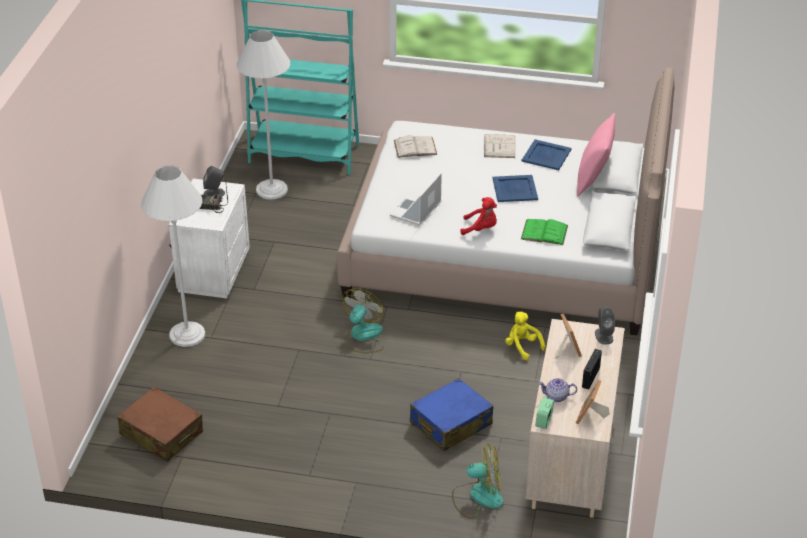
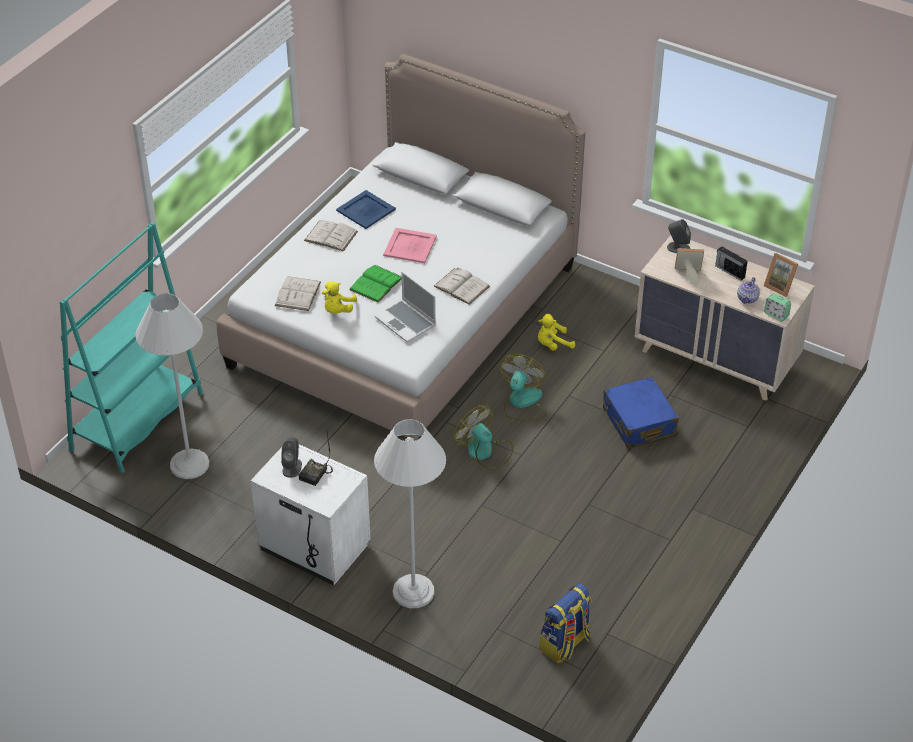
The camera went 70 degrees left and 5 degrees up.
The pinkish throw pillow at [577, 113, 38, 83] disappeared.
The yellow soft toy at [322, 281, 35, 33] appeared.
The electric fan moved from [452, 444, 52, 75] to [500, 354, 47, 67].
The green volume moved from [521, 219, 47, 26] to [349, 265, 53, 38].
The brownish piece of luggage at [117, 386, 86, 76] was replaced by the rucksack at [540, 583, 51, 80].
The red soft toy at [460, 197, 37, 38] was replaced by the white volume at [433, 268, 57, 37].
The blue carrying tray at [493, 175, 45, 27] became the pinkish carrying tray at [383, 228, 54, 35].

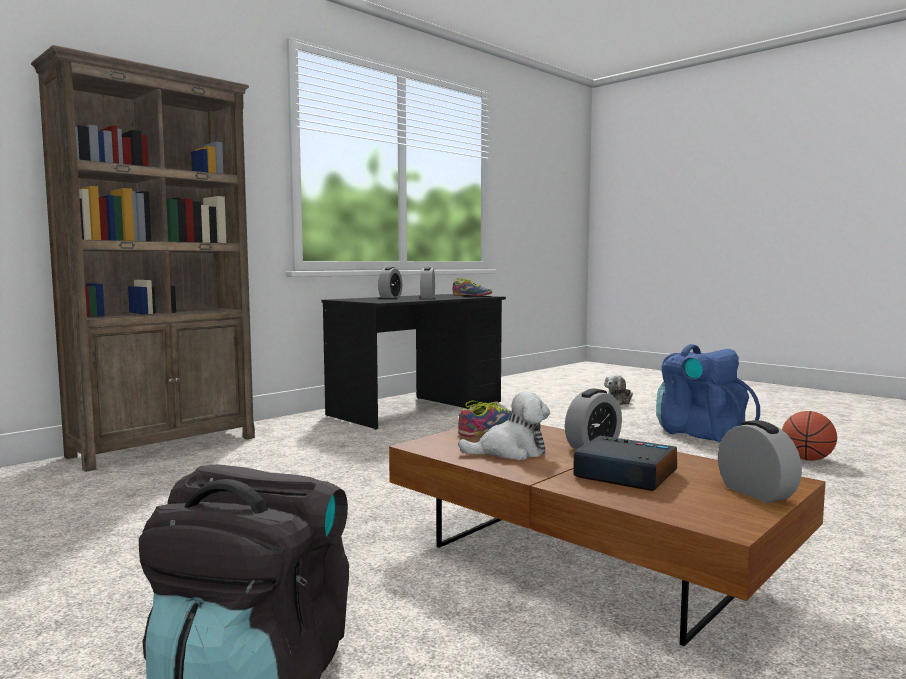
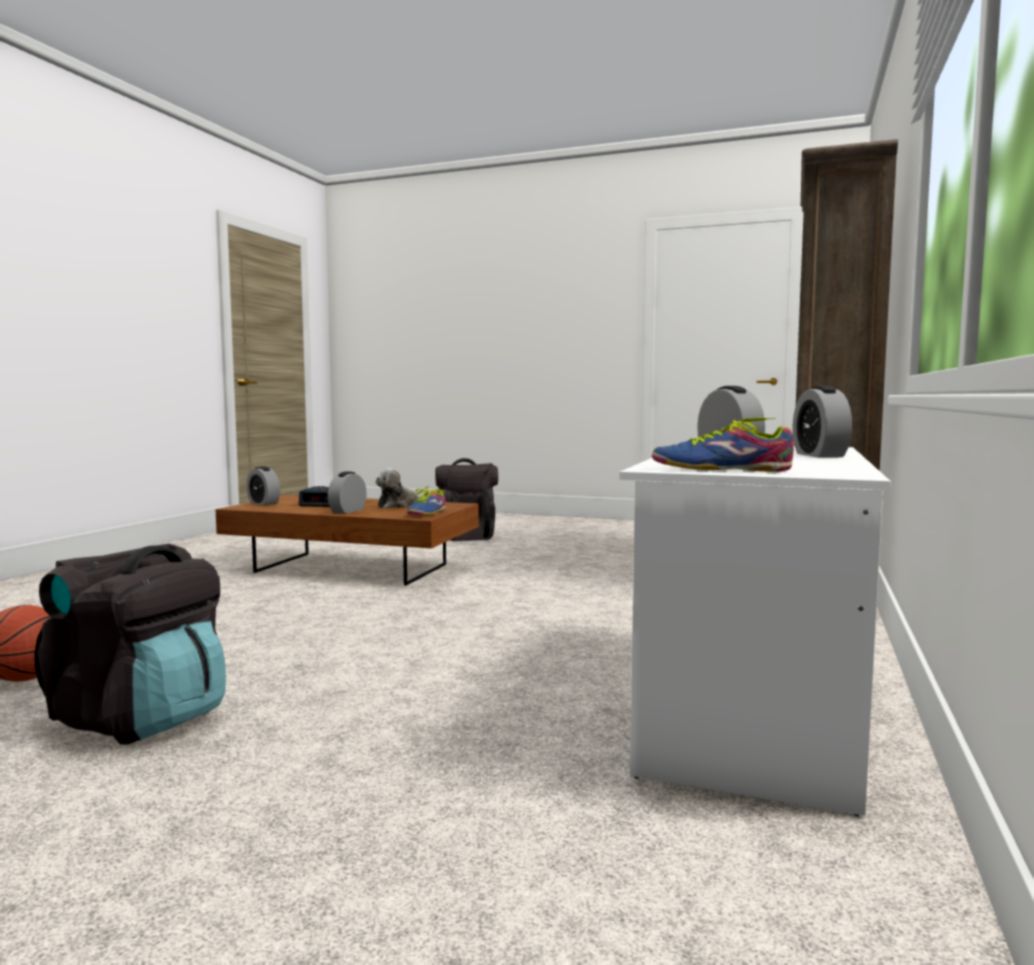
The camera went 155 degrees right and 0 degrees up.
The soft toy at [604, 374, 29, 31] disappeared.
The black desk at [321, 294, 185, 136] became the white desk at [619, 446, 272, 371].
The blue rucksack at [656, 344, 104, 98] became the black rucksack at [35, 544, 191, 201].

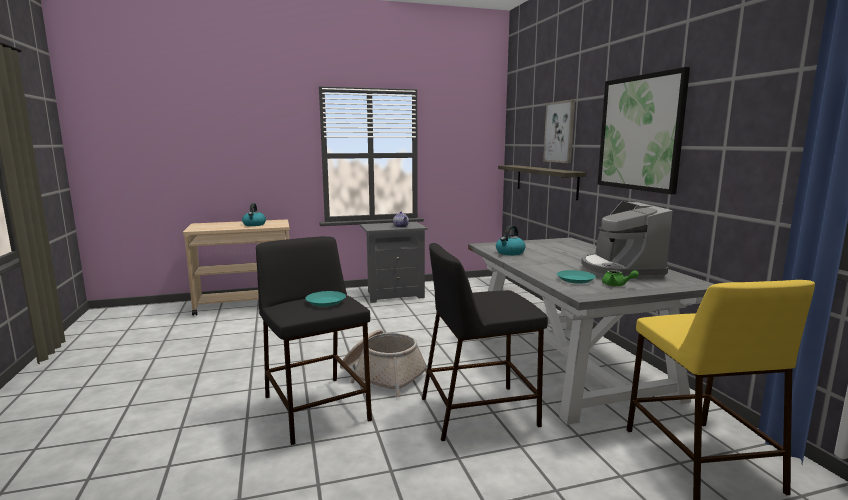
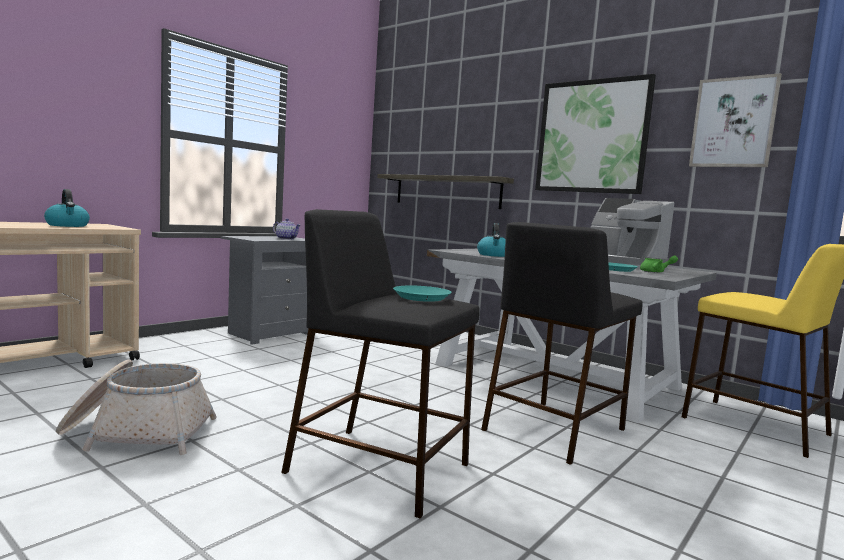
The camera went 35 degrees left and 5 degrees down.
The basket moved from [340, 330, 87, 67] to [56, 360, 161, 95].
The wall picture moved from [543, 100, 32, 63] to [689, 73, 93, 94].

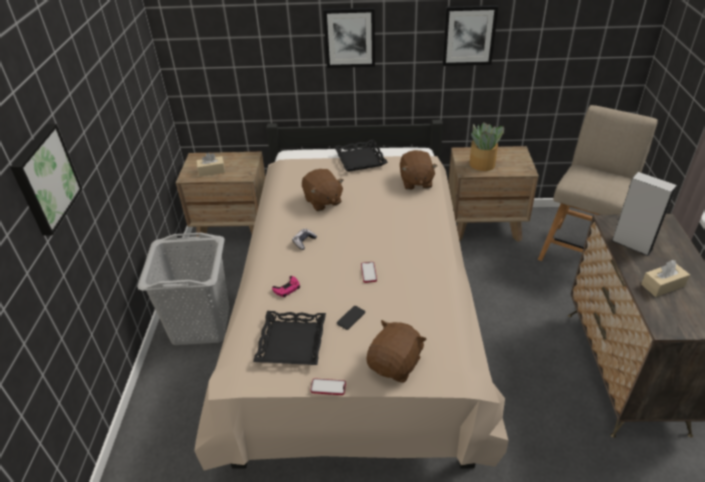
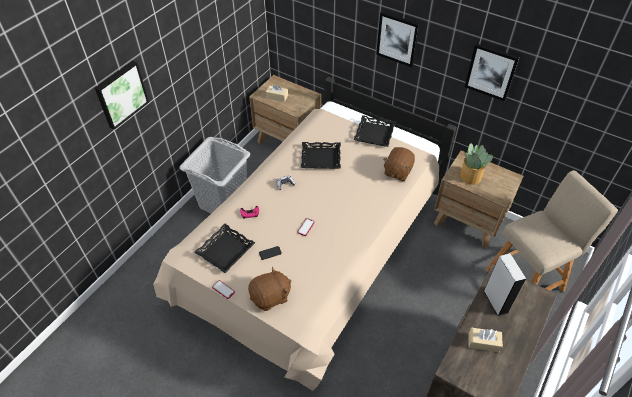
The camera went 30 degrees right and 10 degrees up.
The brownish soft toy at [302, 169, 42, 42] was replaced by the black carrying tray at [301, 142, 40, 27].

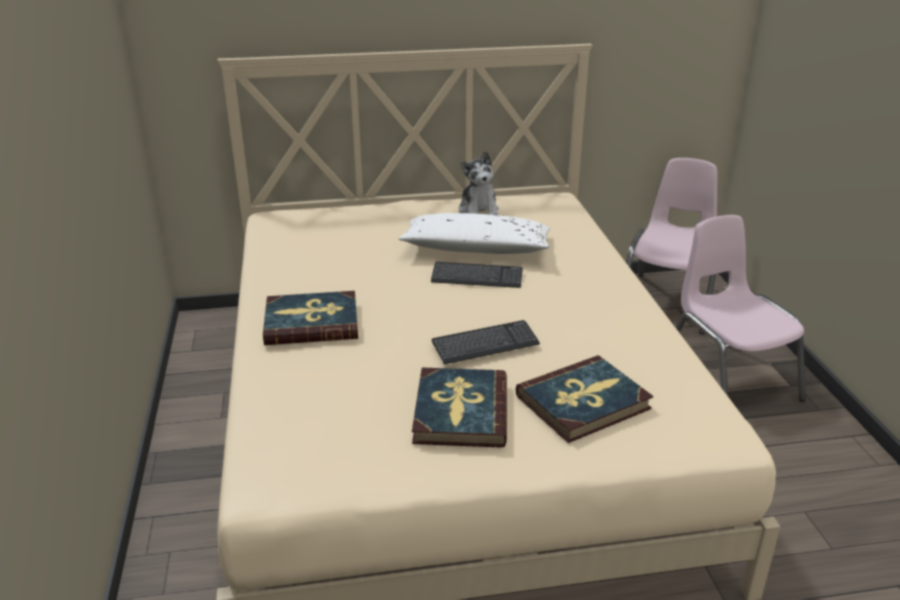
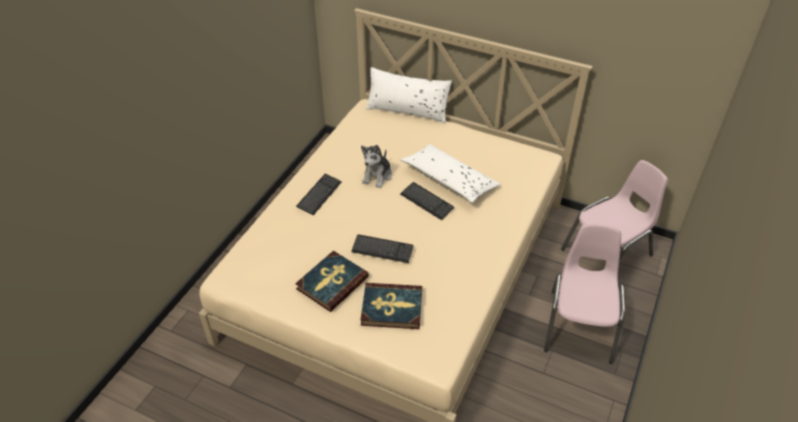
The camera went 35 degrees right and 15 degrees up.
The white throw pillow at [366, 67, 86, 57] appeared.
The soft toy moved from [459, 151, 40, 64] to [361, 145, 31, 43].
The volume at [263, 291, 95, 54] was replaced by the keyboard at [296, 174, 45, 41].

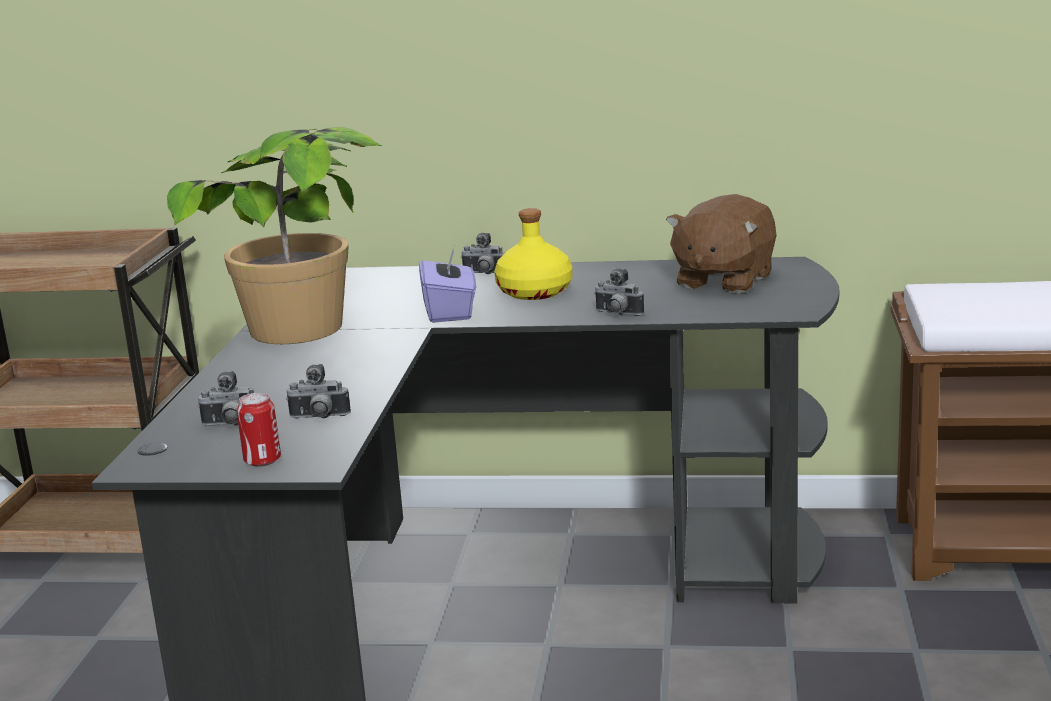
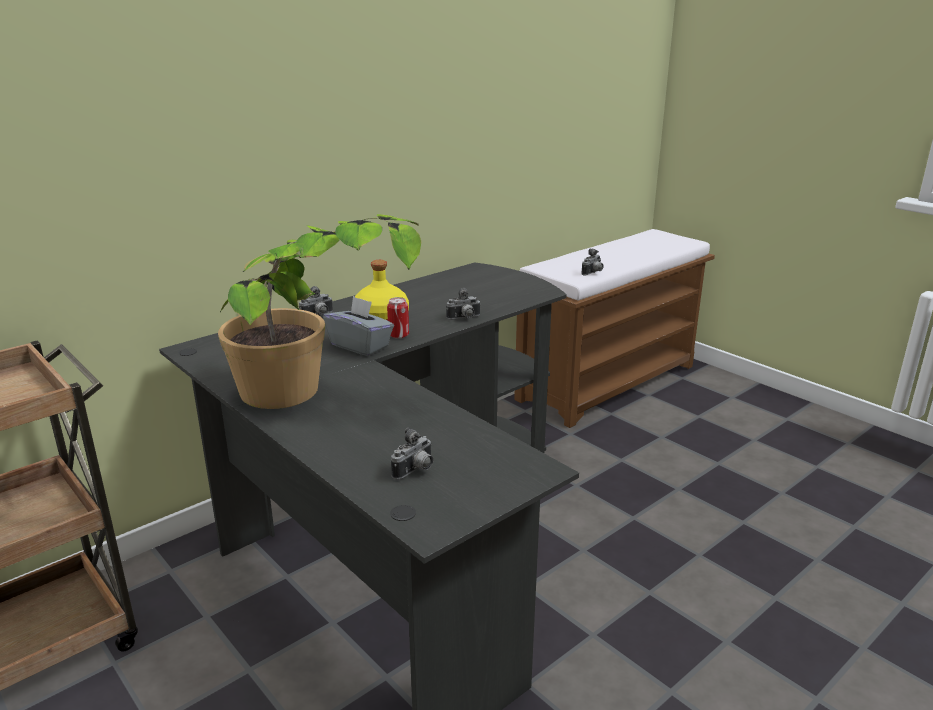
The camera went 50 degrees left and 5 degrees up.
The brownish soft toy at [666, 194, 111, 100] disappeared.
The sealed can moved from [237, 393, 44, 74] to [387, 297, 22, 42].
The photo camera moved from [286, 364, 65, 55] to [581, 248, 23, 27].
The purplish box of tissues at [419, 244, 57, 79] became the greyish box of tissues at [323, 296, 71, 60].

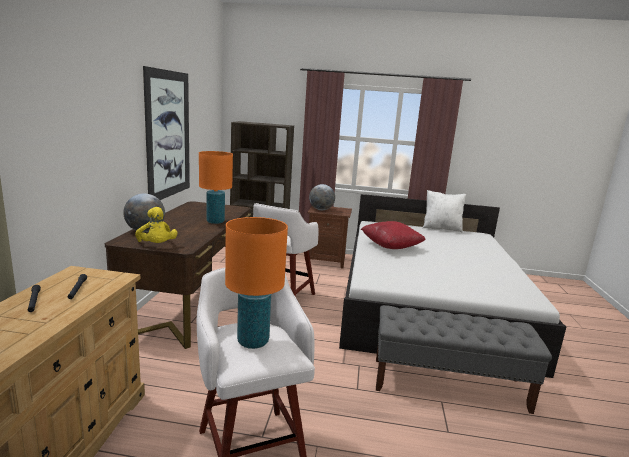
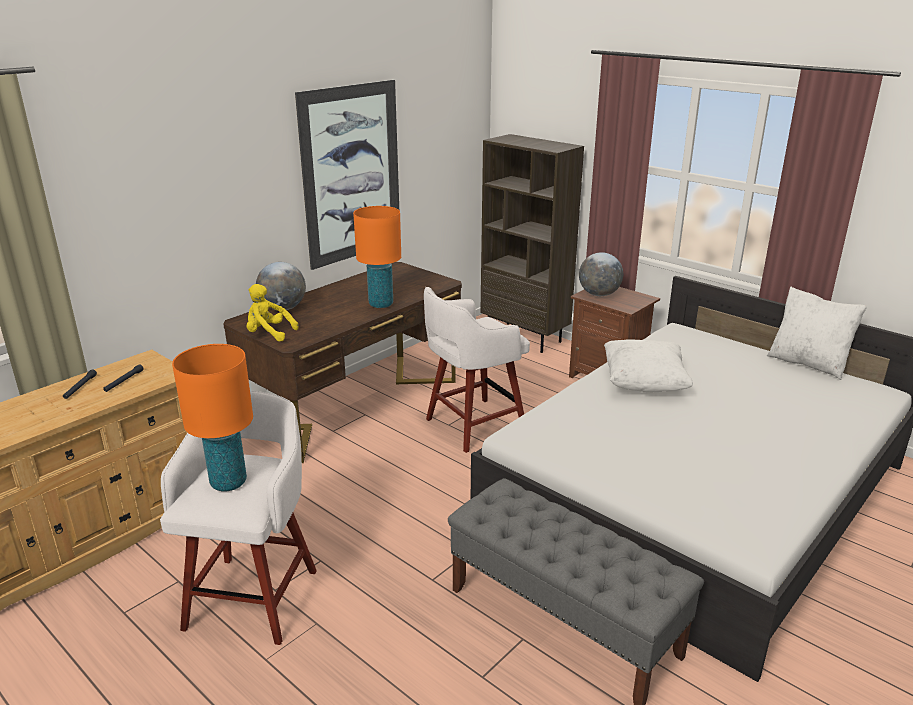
The camera went 35 degrees right and 10 degrees up.
The red throw pillow at [361, 221, 65, 28] became the white throw pillow at [604, 340, 89, 52].
The yellow soft toy at [135, 207, 43, 36] turned 105 degrees clockwise.

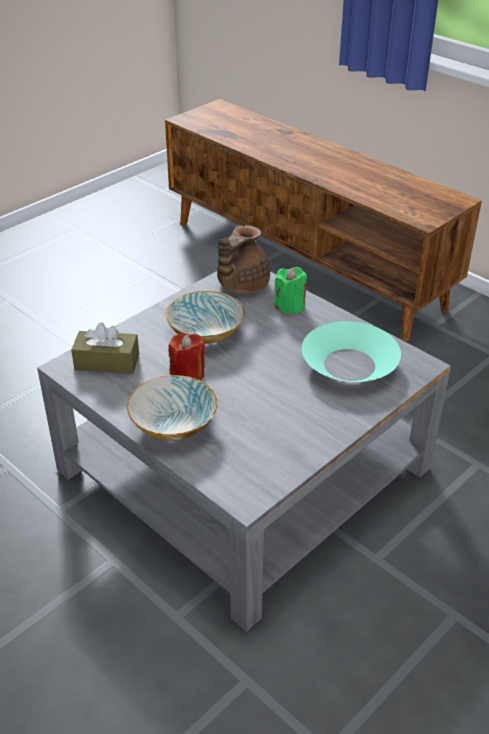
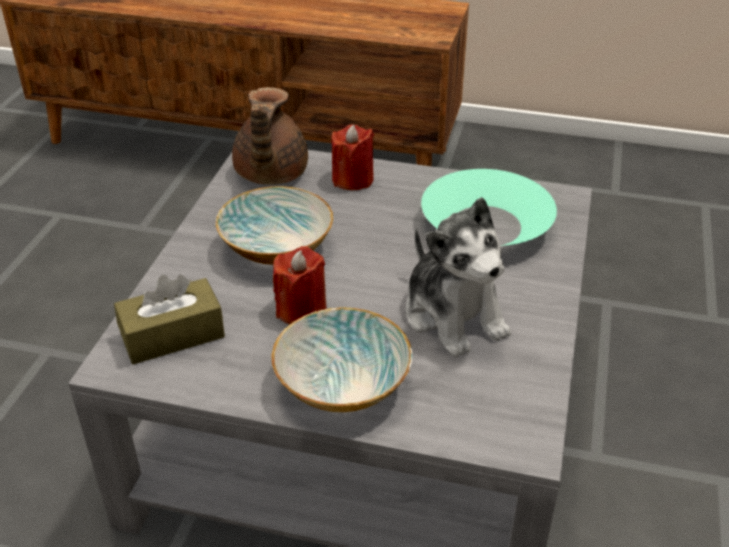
The camera went 30 degrees left and 0 degrees up.
The soft toy at [405, 197, 106, 161] appeared.
The green wax light at [274, 267, 33, 47] became the red wax light at [331, 124, 43, 66].

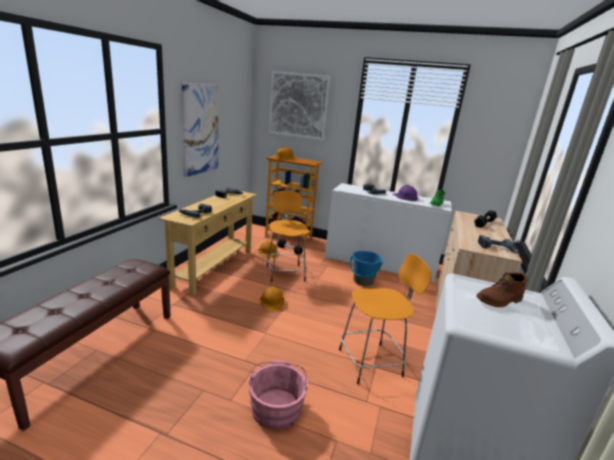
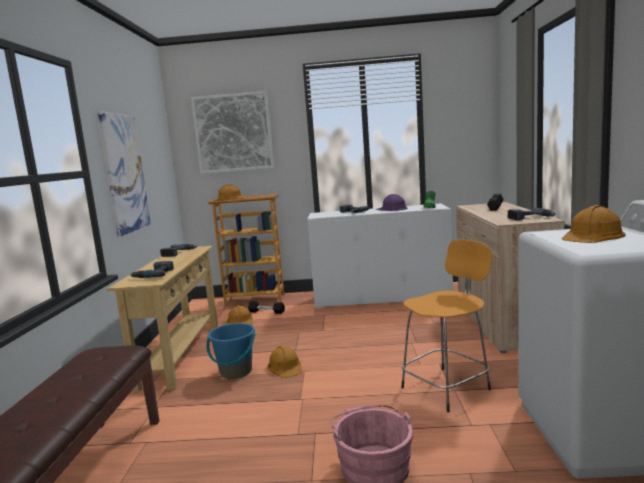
The camera went 15 degrees left and 10 degrees down.
The orange-coloured stool at [266, 191, 43, 91] disappeared.
The blue bucket moved from [350, 251, 33, 35] to [206, 323, 49, 56].
The brownish boot at [476, 272, 52, 35] was replaced by the orange-coloured safety helmet at [562, 205, 63, 38].

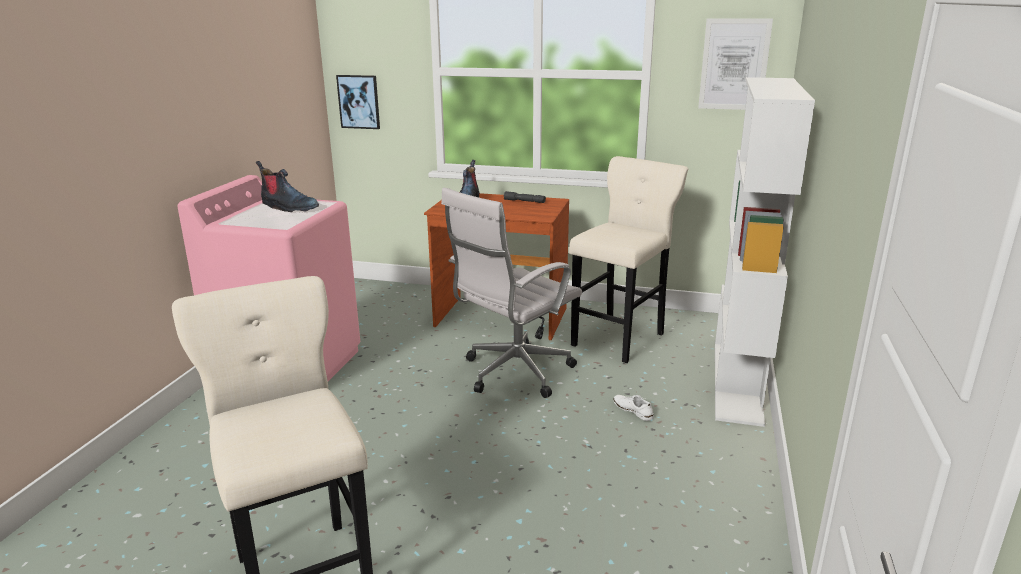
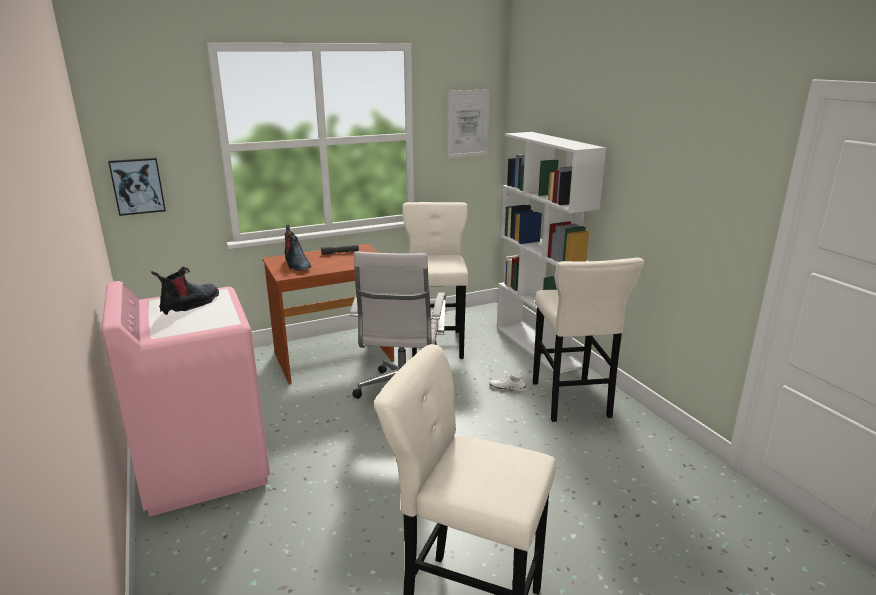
The camera went 40 degrees left and 0 degrees up.
The beige stool at [533, 258, 111, 164] appeared.
The boot at [256, 161, 63, 51] turned 45 degrees counterclockwise.

